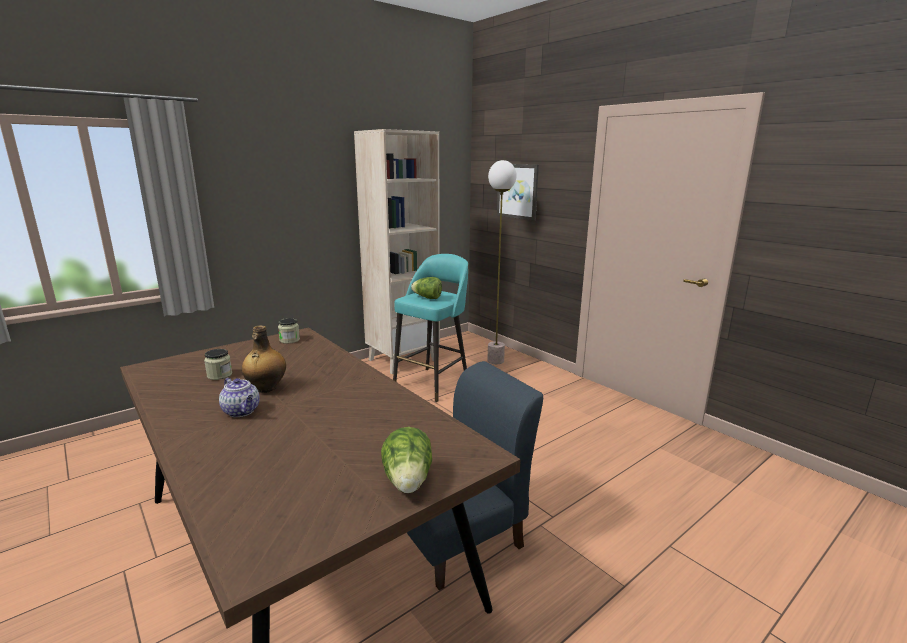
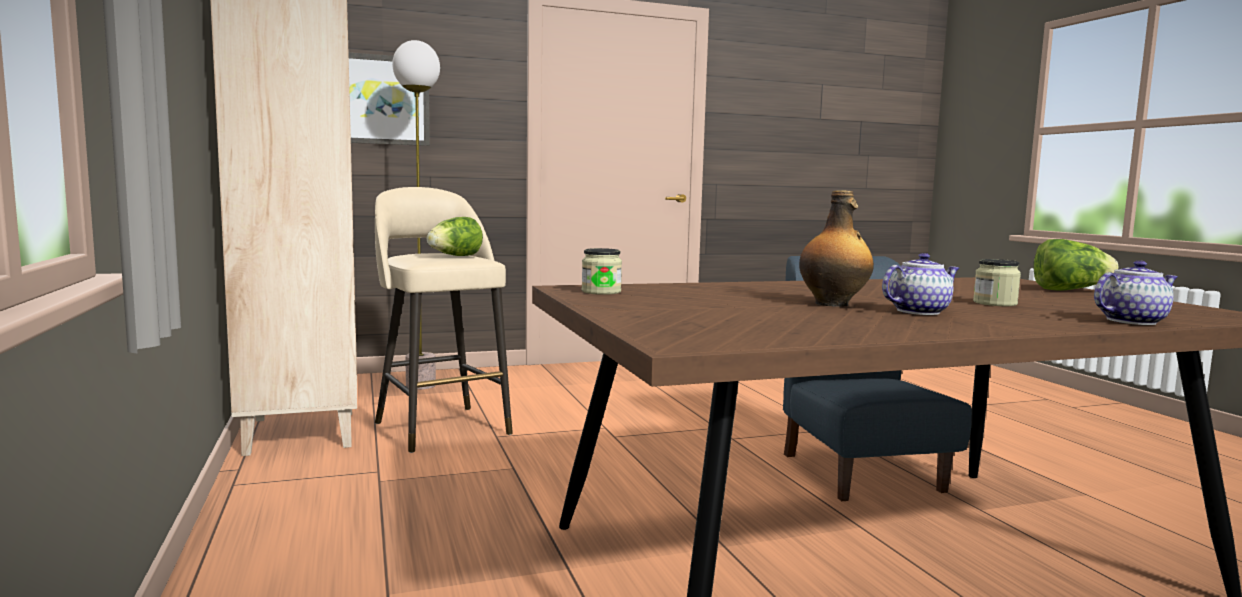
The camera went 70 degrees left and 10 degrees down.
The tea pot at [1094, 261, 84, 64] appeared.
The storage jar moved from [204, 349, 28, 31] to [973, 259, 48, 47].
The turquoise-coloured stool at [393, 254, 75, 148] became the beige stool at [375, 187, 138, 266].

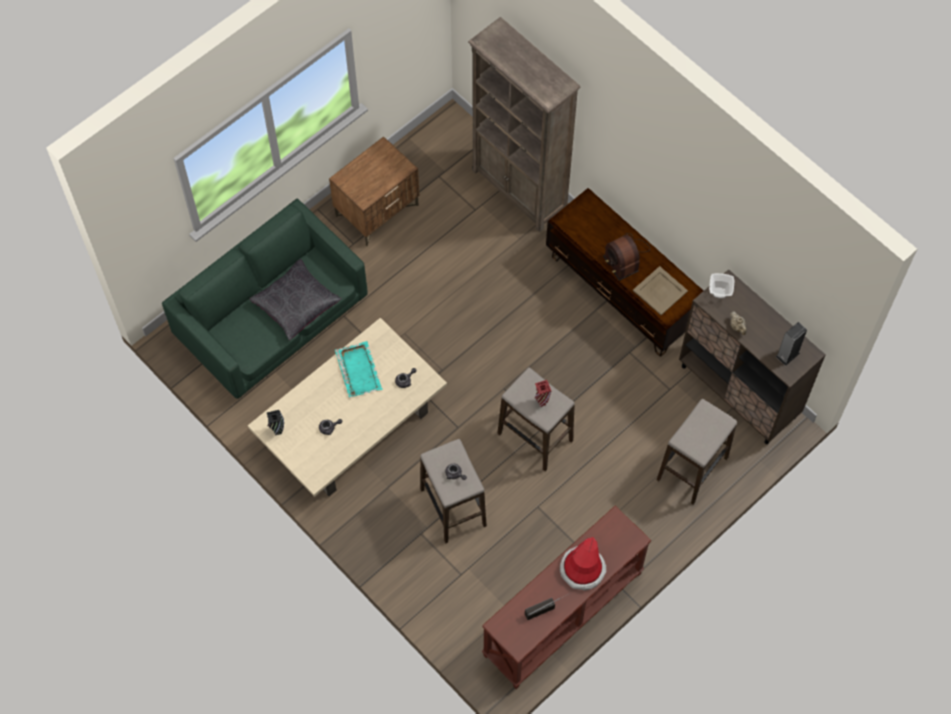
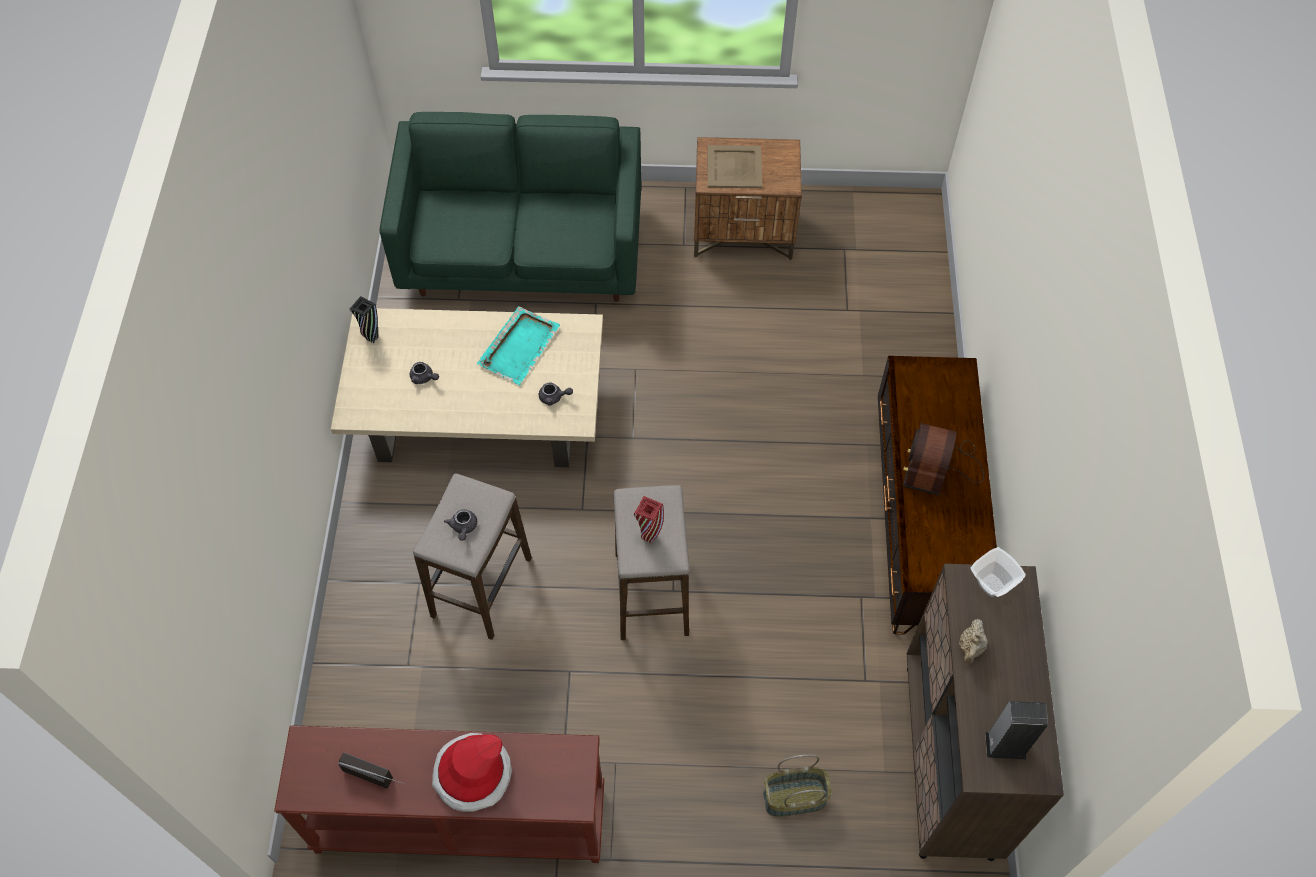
The camera went 45 degrees right and 5 degrees down.
The black throw pillow at [250, 259, 91, 81] disappeared.
The brownish bookshelf at [468, 17, 113, 215] disappeared.
The beige carrying tray moved from [633, 266, 55, 49] to [708, 145, 54, 43].
The stool at [657, 399, 80, 105] was replaced by the basket at [763, 754, 69, 63].

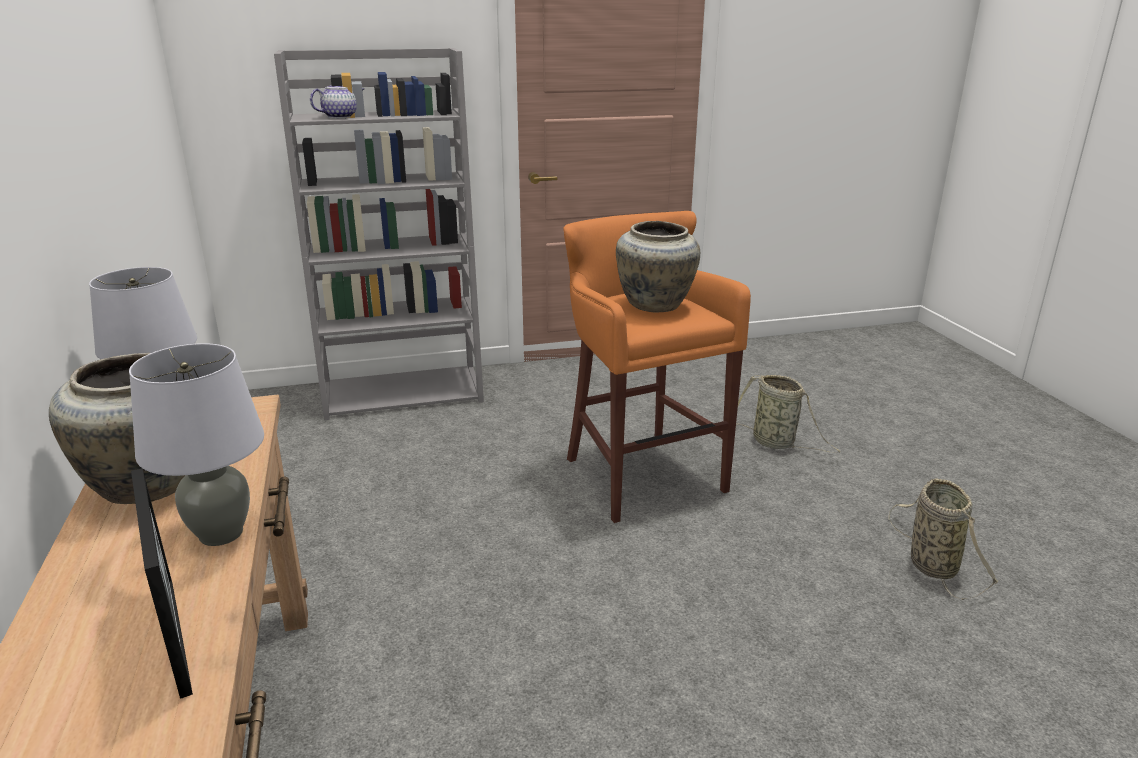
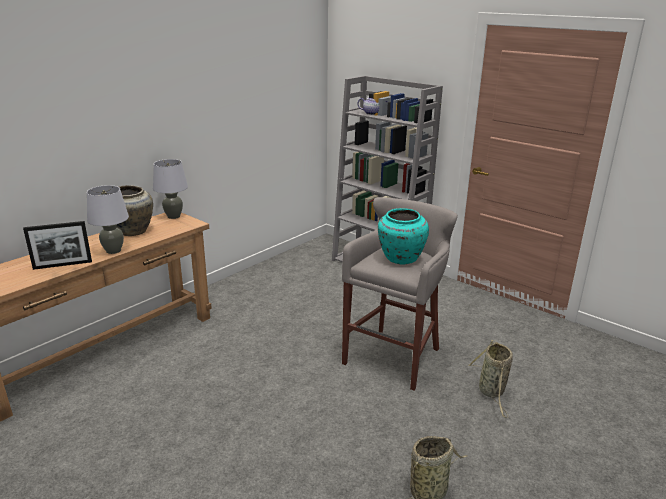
The camera went 55 degrees right and 0 degrees up.
The orange-coloured stool at [563, 211, 188, 312] became the greyish stool at [342, 197, 116, 193].
The beige flower vase at [616, 221, 84, 92] became the turquoise-coloured flower vase at [378, 208, 51, 57].
The photo frame at [131, 468, 62, 231] turned 45 degrees clockwise.

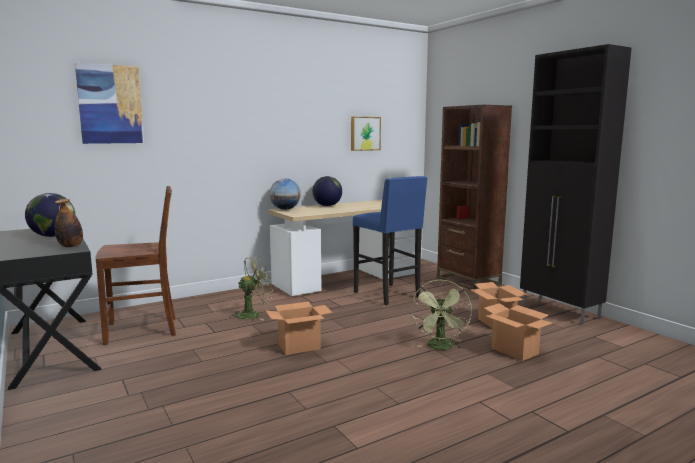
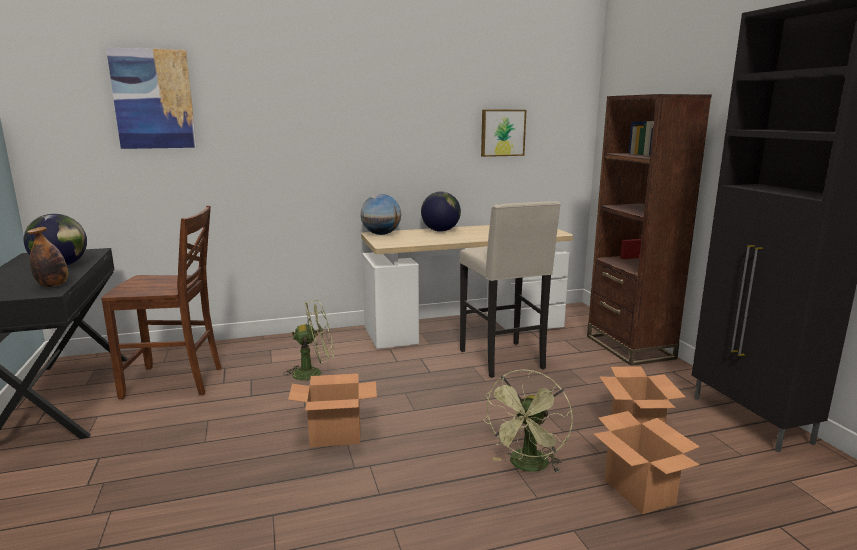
The camera went 15 degrees right and 5 degrees up.
The blue stool at [353, 176, 74, 129] became the beige stool at [459, 201, 102, 177].

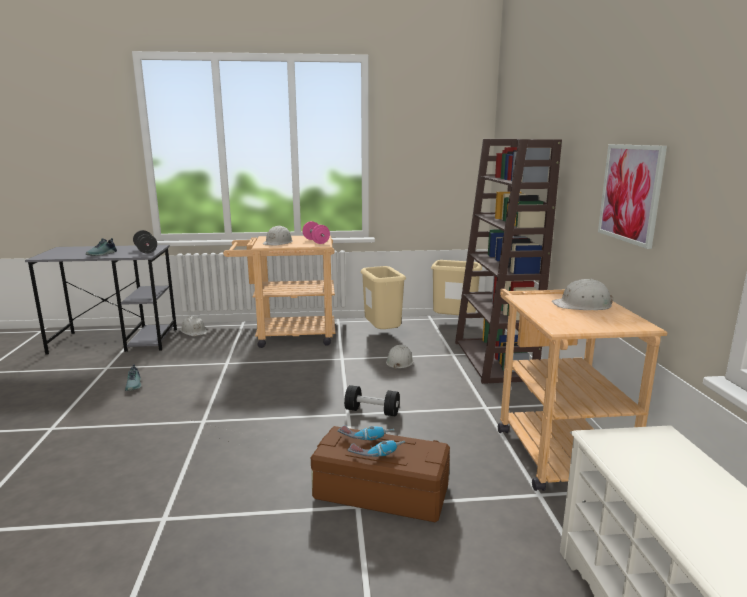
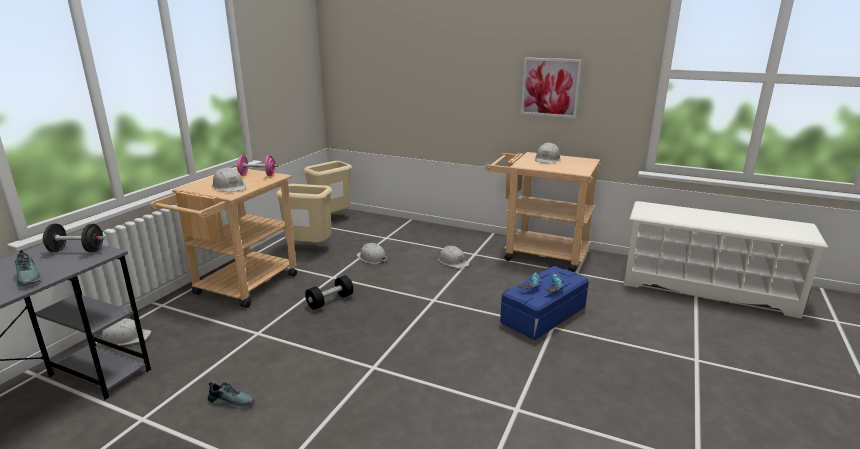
The camera went 60 degrees left and 5 degrees up.
The brownish bookshelf at [455, 139, 107, 245] disappeared.
The white safety helmet at [438, 246, 32, 23] appeared.
The black hand weight moved from [344, 385, 56, 31] to [305, 275, 49, 35].
The brownish storage container at [311, 426, 139, 96] became the blue storage container at [500, 266, 89, 74].

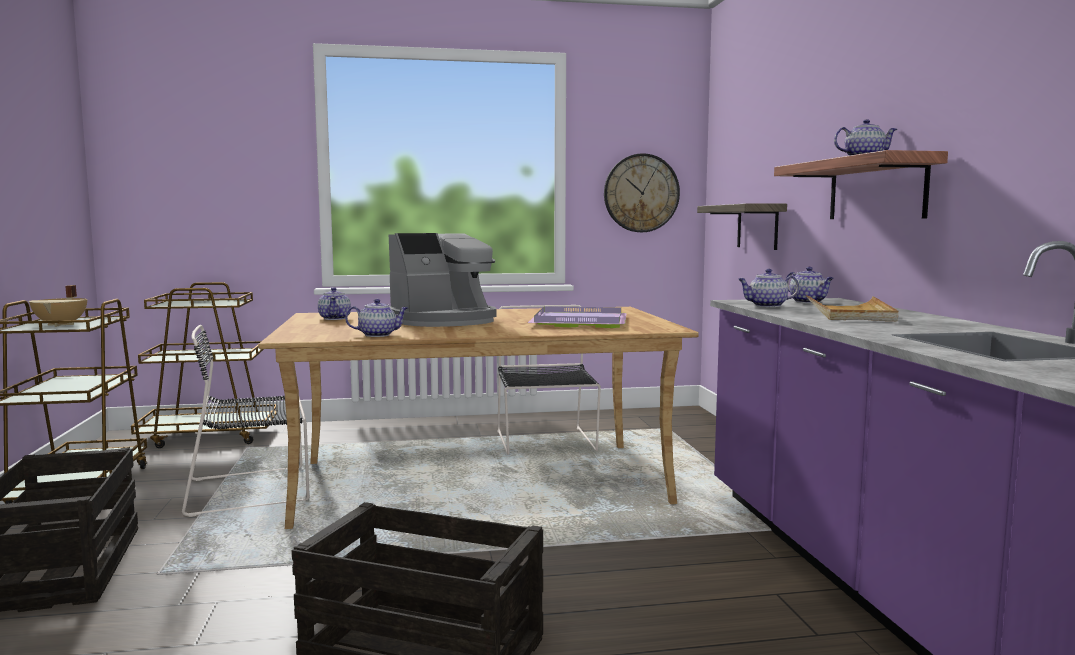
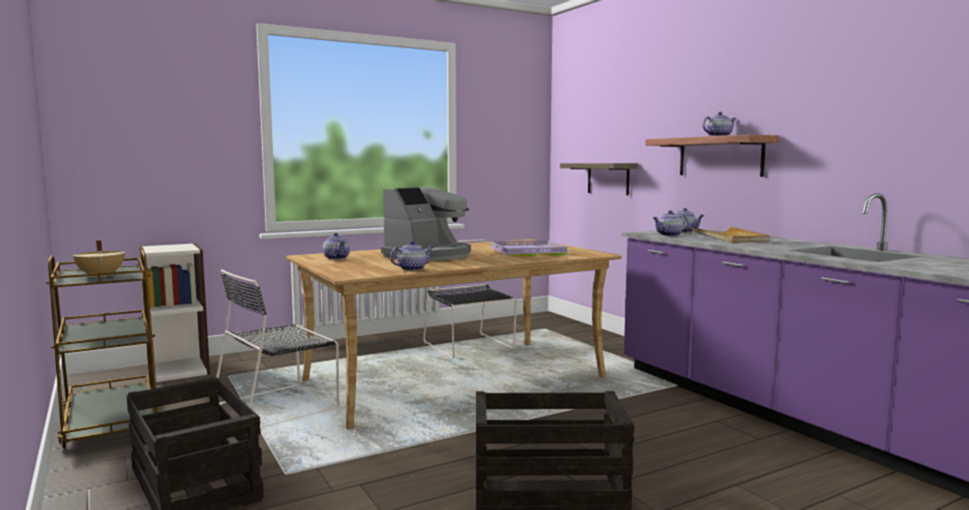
The camera went 20 degrees left and 0 degrees up.
The clock on the wall at [604, 153, 76, 79] disappeared.
The brownish cart at [131, 282, 147, 166] was replaced by the bookshelf at [139, 243, 71, 140].

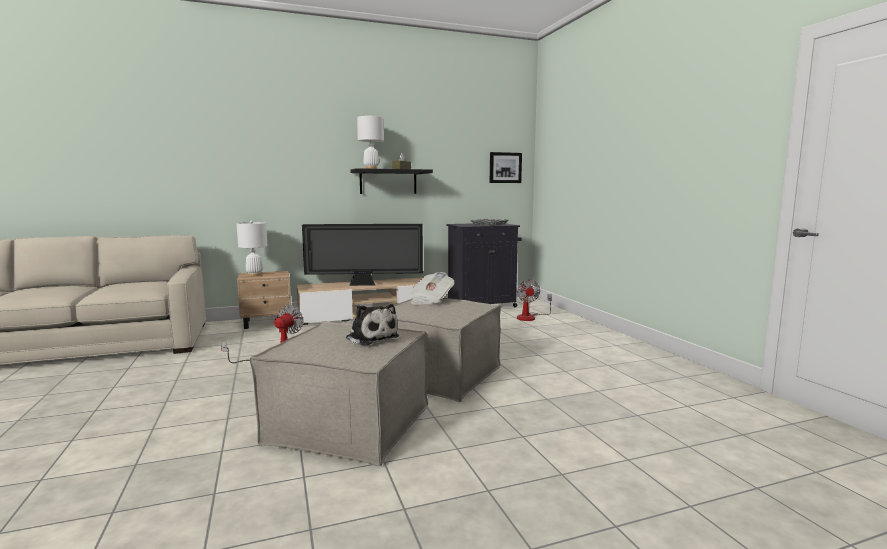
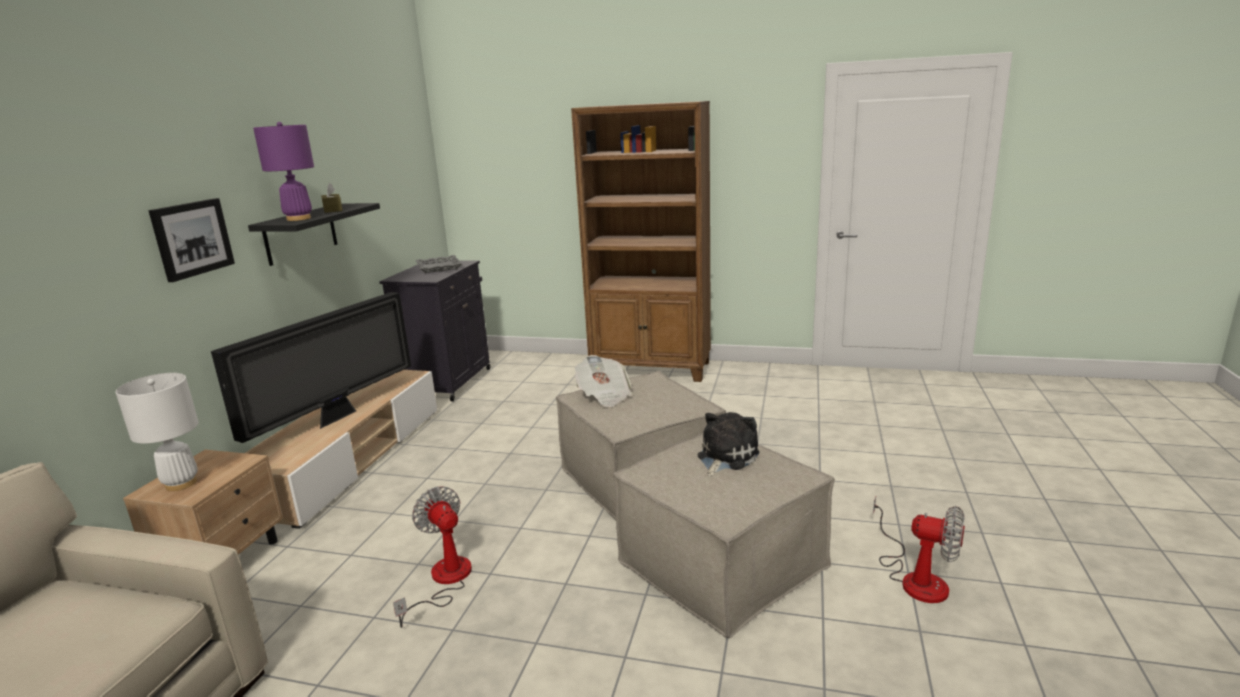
The camera went 55 degrees left and 10 degrees up.
The brownish bookshelf at [571, 101, 140, 281] appeared.
The wall picture moved from [490, 152, 32, 31] to [148, 198, 87, 84].
The electric fan moved from [517, 280, 35, 41] to [873, 497, 92, 106].
The white table lamp at [357, 115, 27, 54] became the purplish table lamp at [253, 122, 61, 99].
The soft toy at [346, 304, 53, 41] turned 45 degrees counterclockwise.

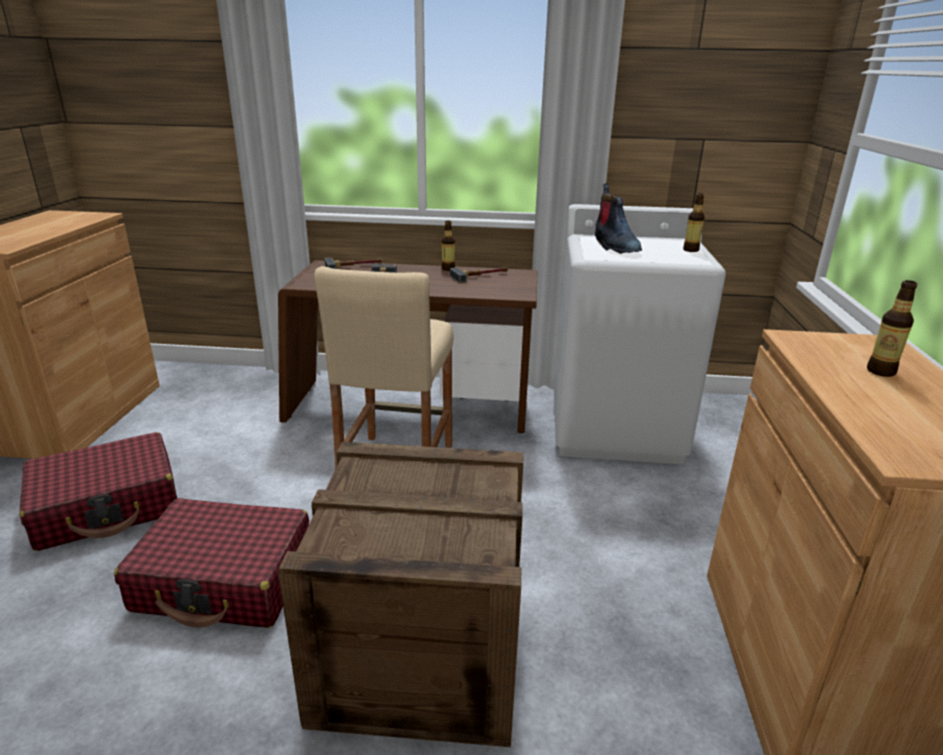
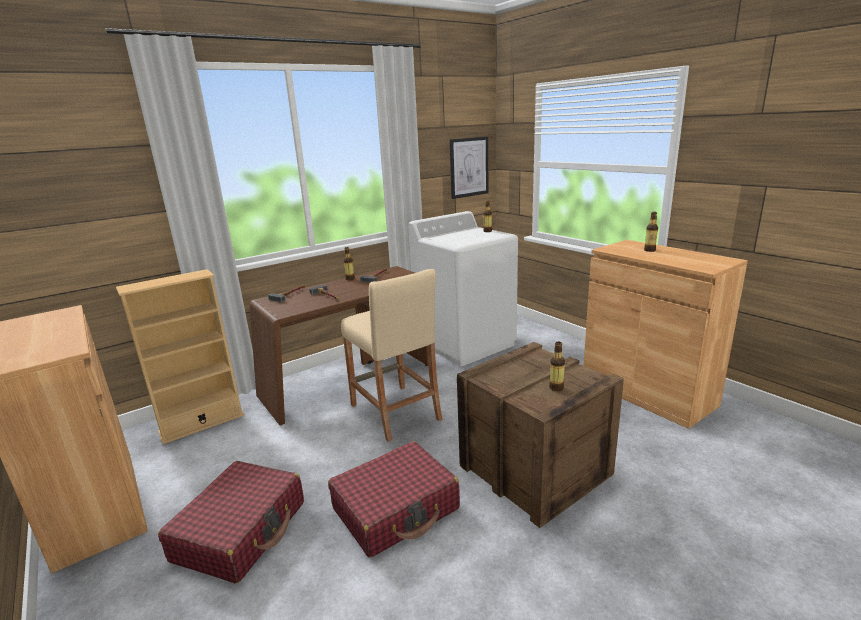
The camera went 40 degrees left and 5 degrees down.
The boot at [595, 183, 47, 71] disappeared.
The beige bookshelf at [116, 269, 128, 175] appeared.
The wall picture at [450, 136, 39, 63] appeared.
The drink bottle at [549, 342, 16, 49] appeared.

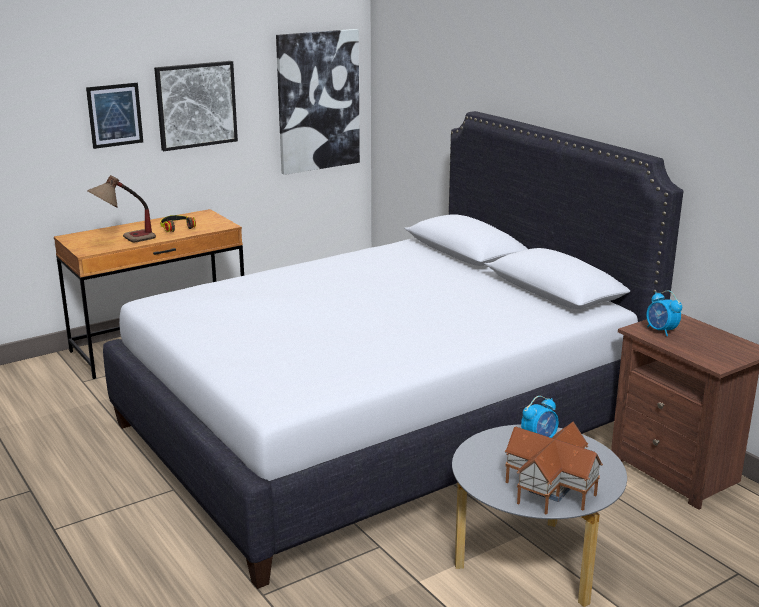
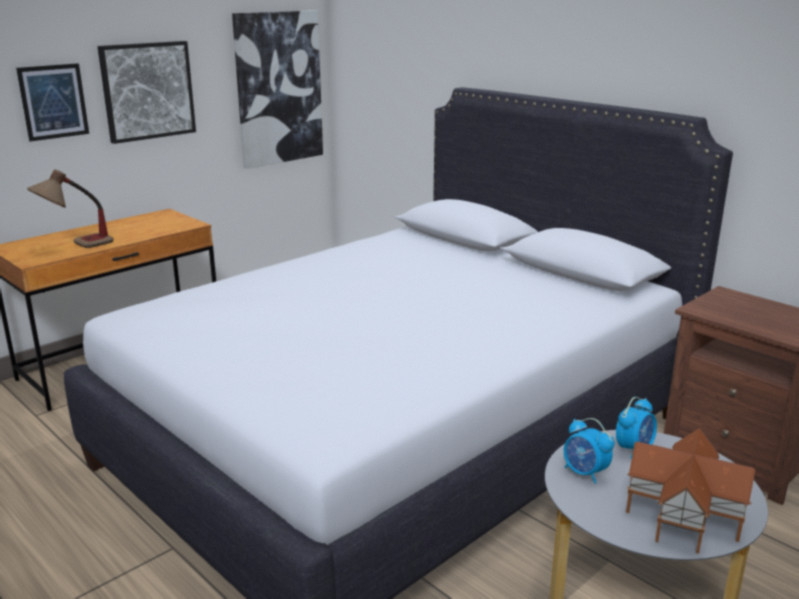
The camera went 10 degrees left and 0 degrees up.
The headphones at [160, 215, 36, 17] disappeared.
The table clock moved from [646, 290, 36, 46] to [564, 418, 51, 66].

